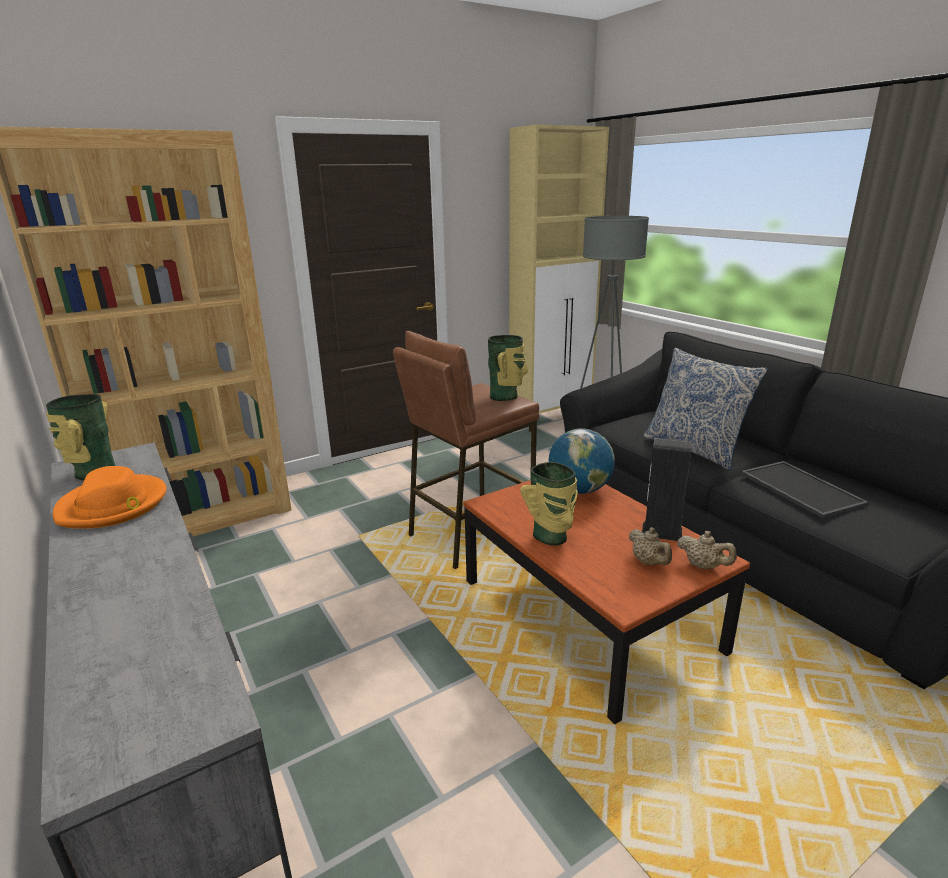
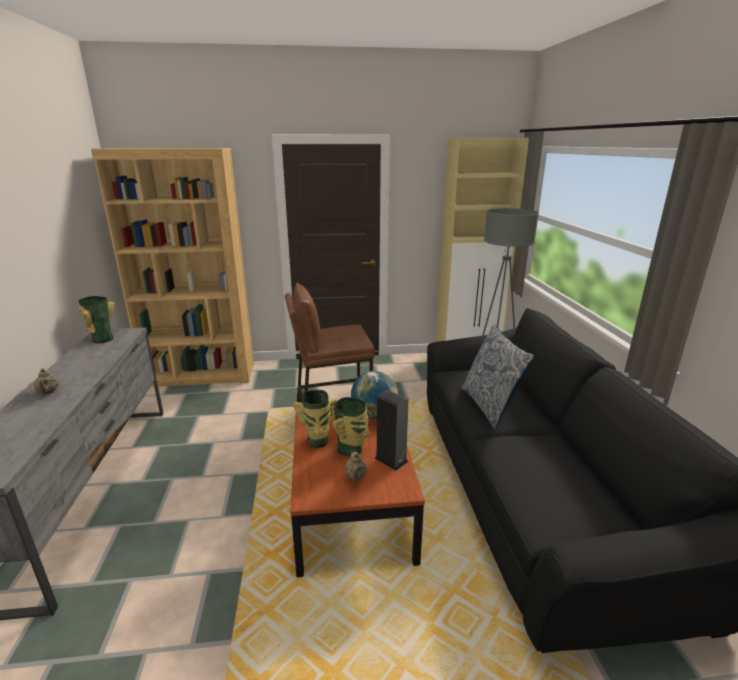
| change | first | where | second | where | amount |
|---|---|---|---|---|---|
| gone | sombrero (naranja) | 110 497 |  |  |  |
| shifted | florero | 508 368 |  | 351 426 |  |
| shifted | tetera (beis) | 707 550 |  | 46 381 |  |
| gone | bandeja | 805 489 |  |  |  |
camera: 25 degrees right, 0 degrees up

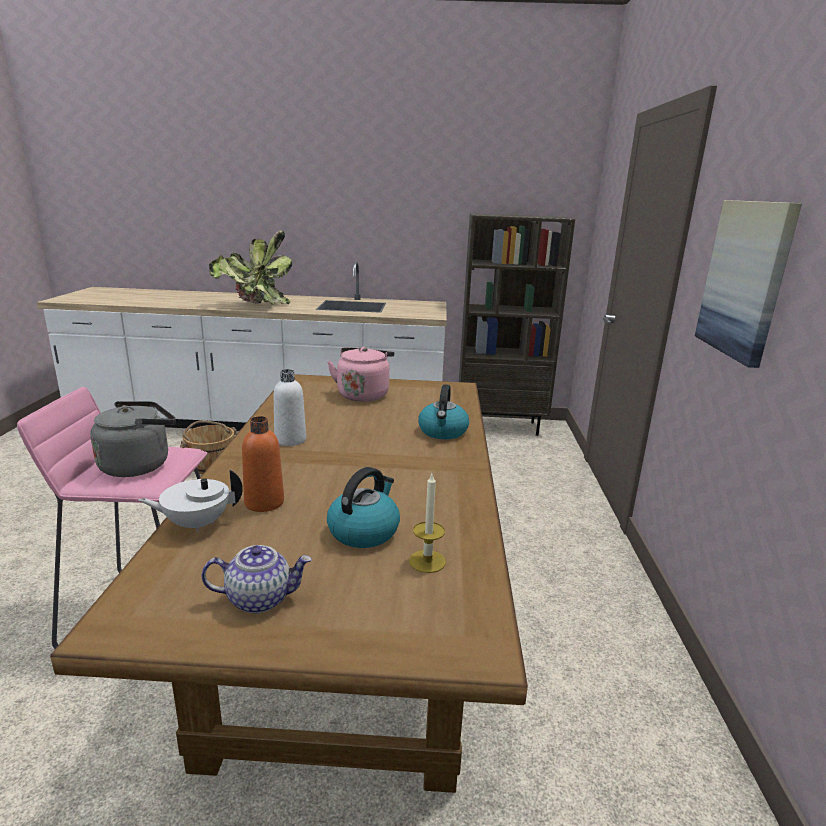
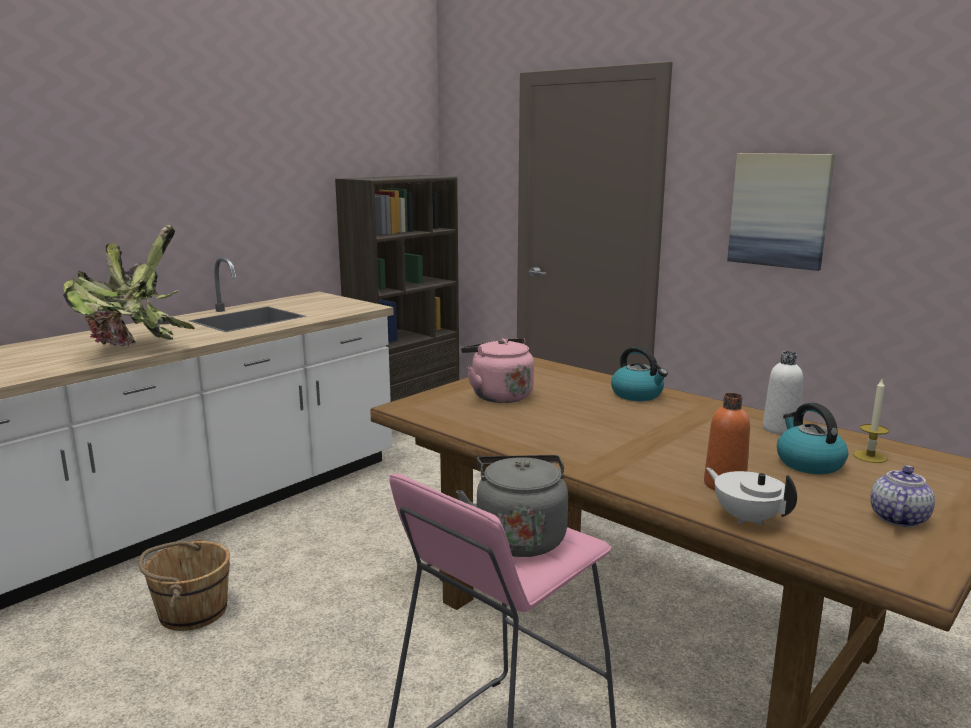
| change | first | where | second | where | amount |
|---|---|---|---|---|---|
| rotated | tetera (blanco) | 191 501 |  | 751 496 | 120 degrees clockwise |
| shifted | botella (blanco) | 290 407 |  | 783 393 |  |
camera: 50 degrees left, 5 degrees down

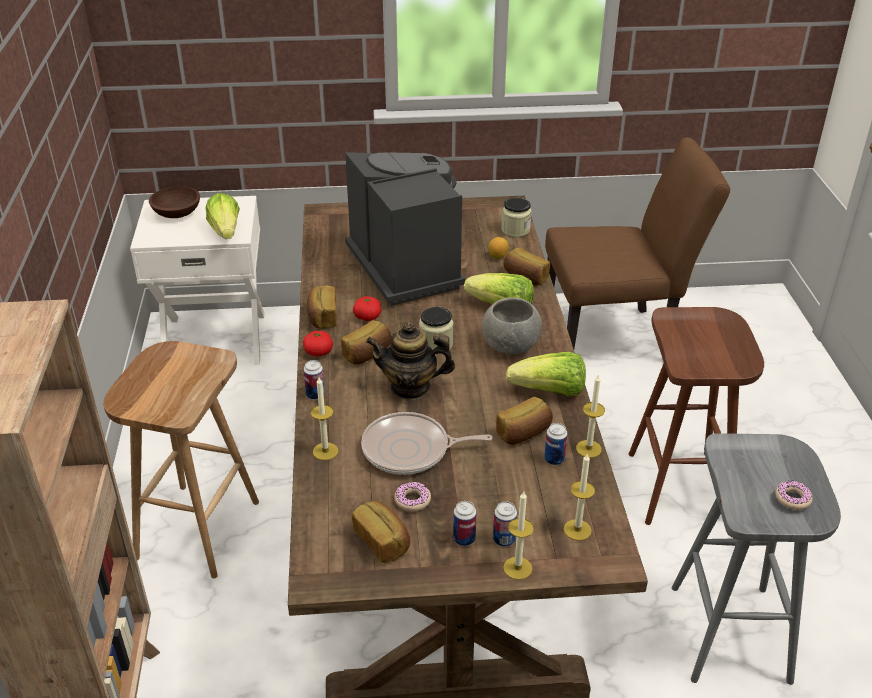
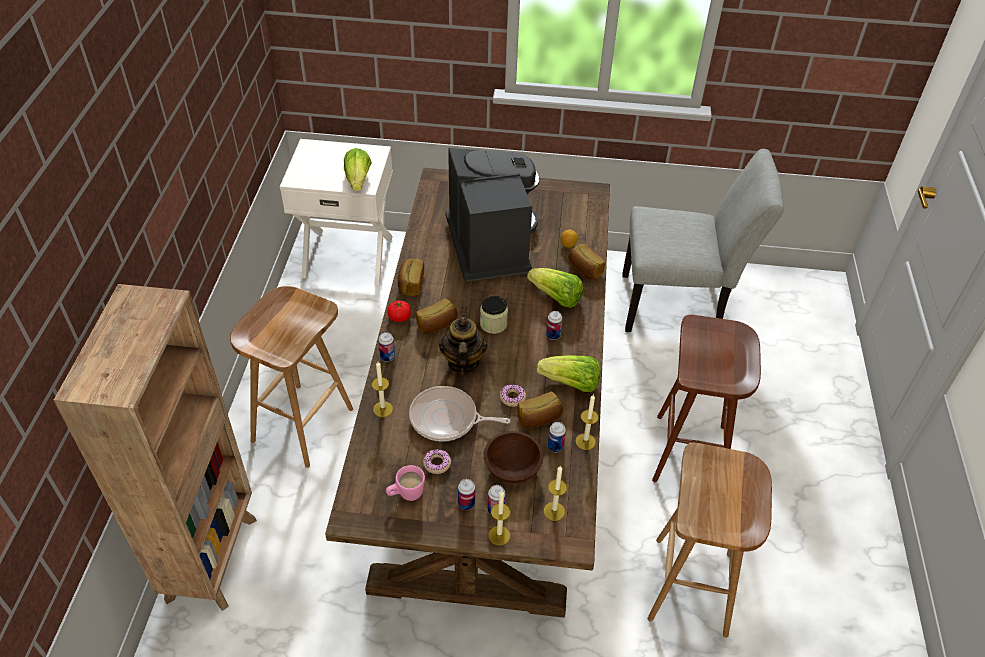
| change | first | where | second | where | amount |
|---|---|---|---|---|---|
| shifted | cuenco (marrón) | 174 202 |  | 513 457 |  |
| swapped | pan | 381 532 | taza grande (rosa) | 405 483 |  |
| gone | tomate | 367 308 |  |  |  |
| rotated | tetera | 410 361 |  | 463 341 | 75 degrees clockwise |
| swapped | cuenco (gris) | 512 326 | lata | 554 325 |  |
| gone | tarro | 516 217 |  |  |  |
| repainted | silla (marrón) | 637 243 | silla (gris) | 703 240 |  |
| repainted | taburete (gris) | 756 559 | taburete (marrón) | 709 540 |  |
| shifted | rosquilla | 794 495 |  | 513 395 |  |
camera: 10 degrees right, 10 degrees up

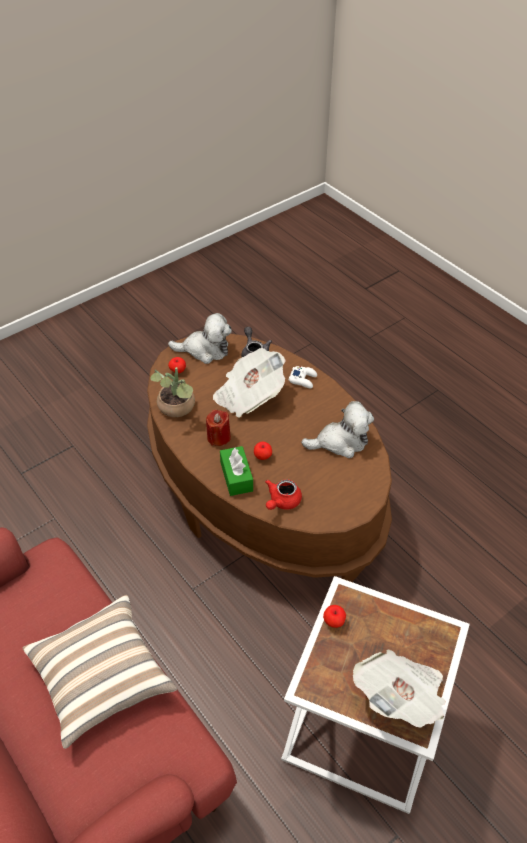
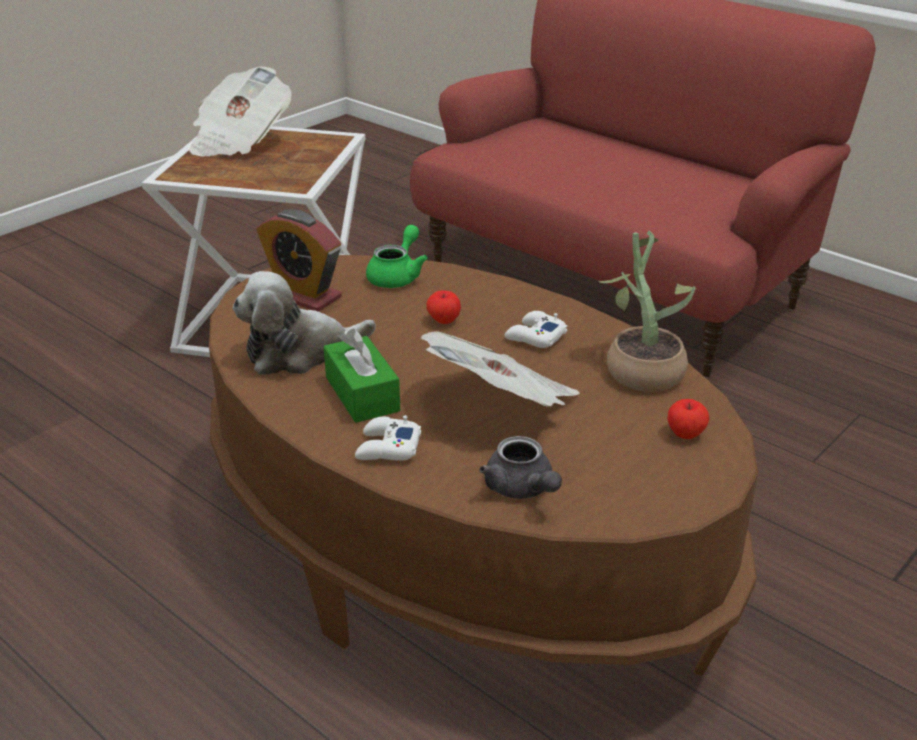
| change | first | where | second | where | amount |
|---|---|---|---|---|---|
| gone | cojín | 100 672 |  |  |  |
| gone | peluche | 200 338 |  |  |  |
| swapped | vela (rojo) | 218 428 | mando de consola (blanco) | 536 329 |  |
| shifted | caja de pañuelos (verde) | 236 471 |  | 362 376 |  |
| repainted | tetera (rojo) | 283 494 | tetera (verde) | 397 256 |  |
| gone | manzana | 334 616 |  |  |  |
| new |  |  | despertador | 299 260 |  |
camera: 170 degrees right, 15 degrees down

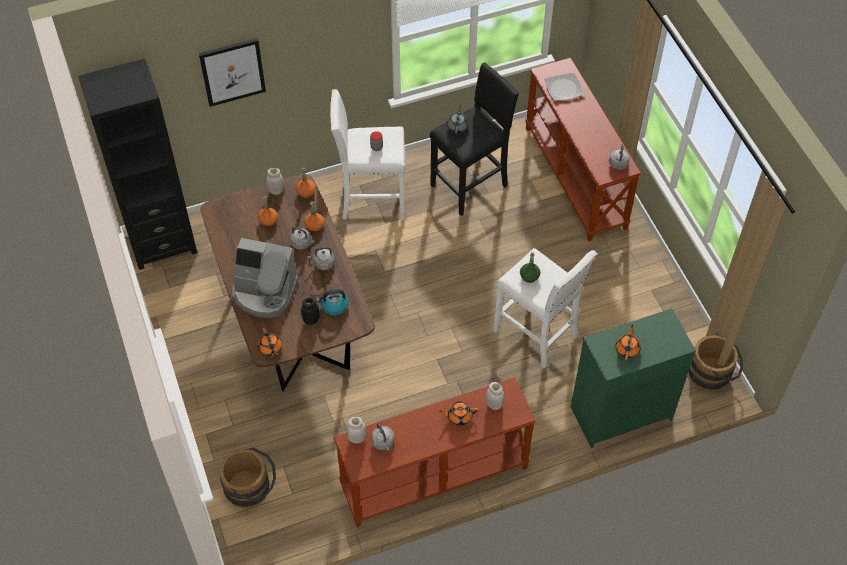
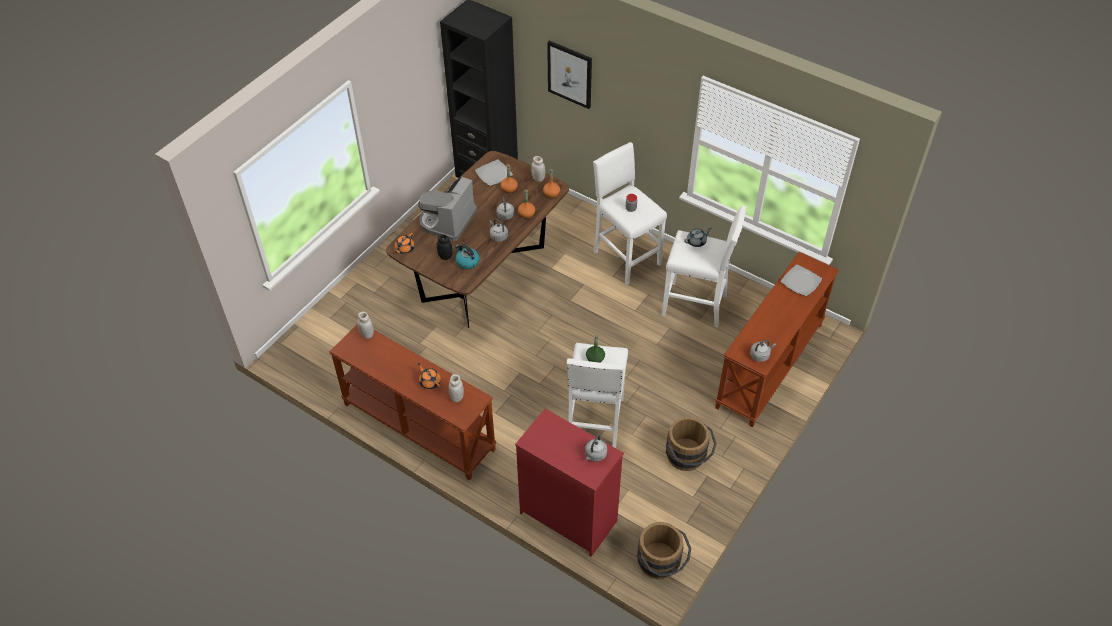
| change | first | where | second | where | amount |
|---|---|---|---|---|---|
| shifted | cubo (marrón) | 248 478 |  | 691 444 |  |
| rotated | cafetera | 265 278 |  | 447 208 | 45 degrees clockwise |
| shifted | hervidor (gris) | 382 437 |  | 596 448 |  |
| repainted | taburete (negro) | 474 139 | taburete (blanco) | 704 266 |  |
| repainted | cómoda (verde) | 633 378 | cómoda (rojo) | 569 483 |  |
| gone | tetera (naranja) | 628 342 |  |  |  |
| new |  |  | plato | 494 172 |  |
camera: 55 degrees right, 5 degrees down

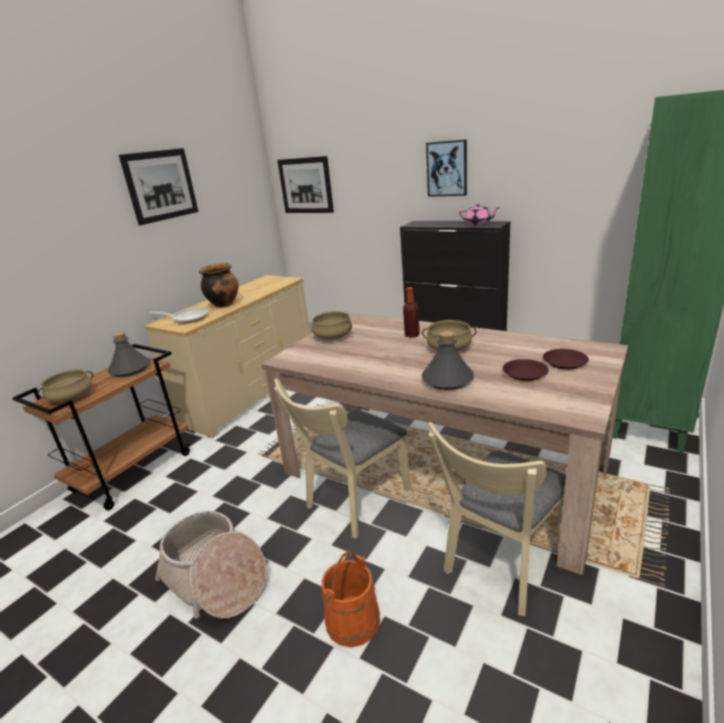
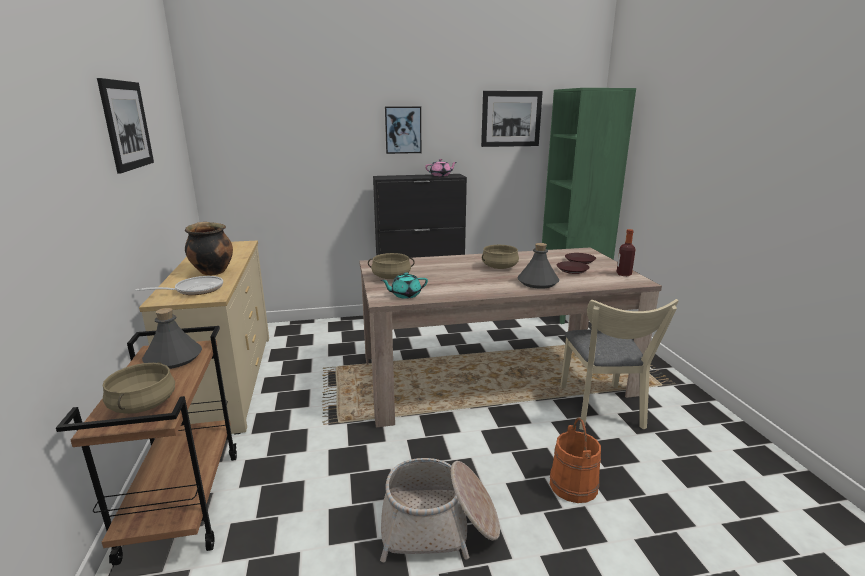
| change | first | where | second | where | amount |
|---|---|---|---|---|---|
| gone | silla (beis) | 342 458 |  |  |  |
| shifted | cuadro | 305 184 |  | 512 119 |  |
| shifted | botella | 411 312 |  | 625 252 |  |
| new |  |  | tetera (turquesa) | 404 286 |  |
camera: 45 degrees left, 5 degrees down

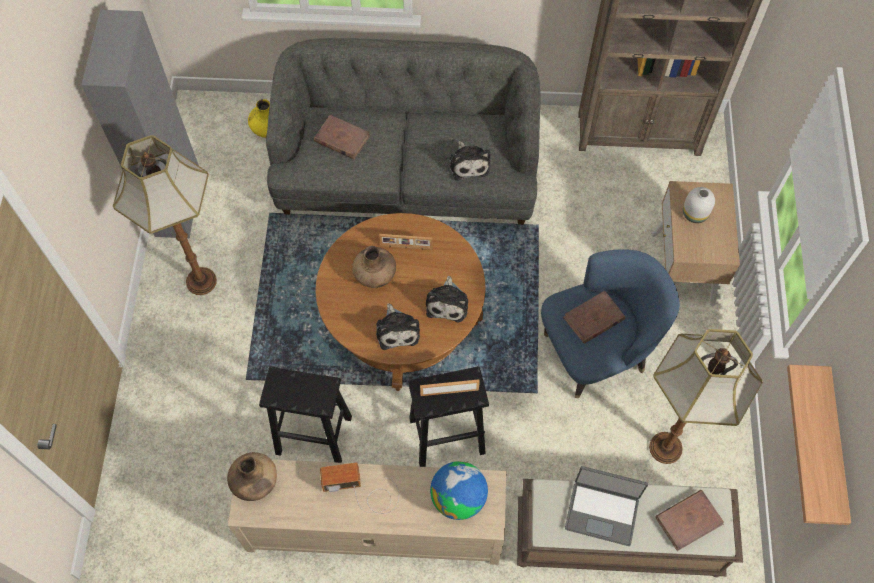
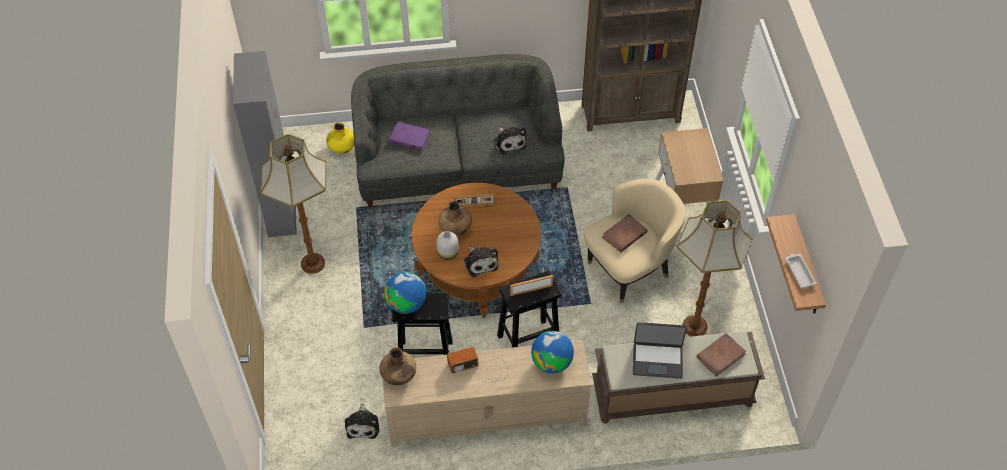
| change | first | where | second | where | amount |
|---|---|---|---|---|---|
| repainted | libro (marrón) | 342 137 | libro (morado) | 410 136 |  |
| shifted | peluche | 447 299 |  | 362 421 |  |
| repainted | sillón (azul) | 610 323 | sillón (beis) | 635 241 |  |
| shifted | florero (blanco) | 699 205 |  | 447 245 |  |
| new |  |  | globo terráqueo | 405 293 |  |
| new |  |  | bandeja (blanco) | 801 271 |  |
camera: 10 degrees left, 10 degrees down

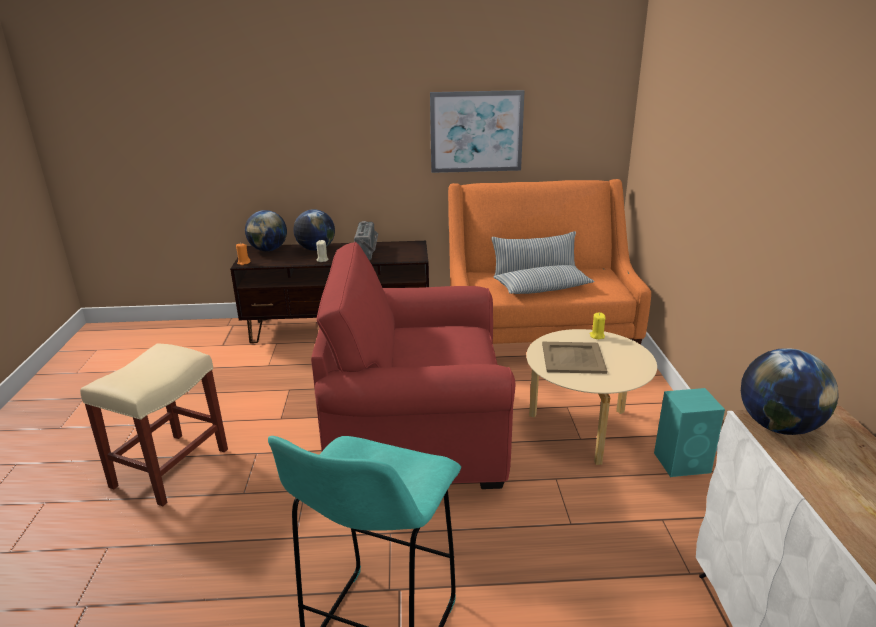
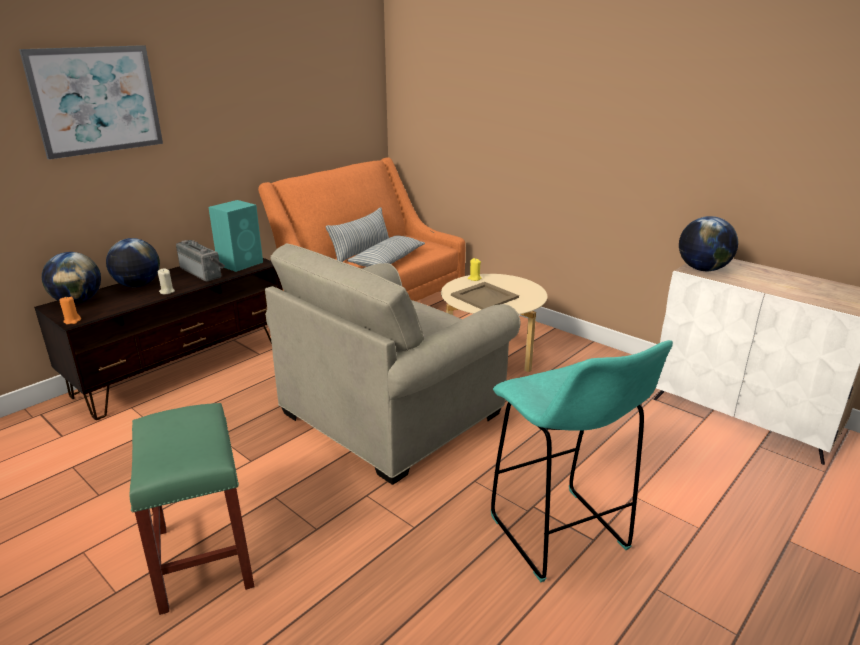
| change | first | where | second | where | amount |
|---|---|---|---|---|---|
| repainted | taburete (beis) | 154 424 | taburete (verde) | 192 509 |  |
| repainted | sillón (rojo) | 413 365 | sillón (beis) | 392 364 |  |
| shifted | cuadro | 477 131 |  | 91 102 |  |
| shifted | altavoz (turquesa) | 689 432 |  | 235 236 |  |
camera: 45 degrees left, 0 degrees up

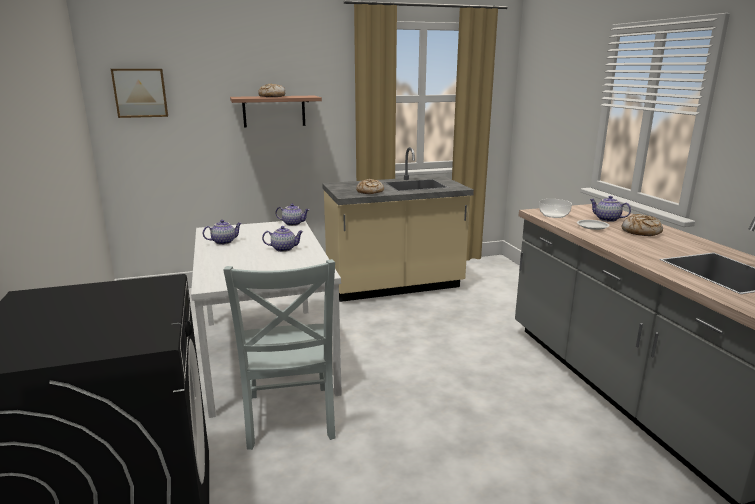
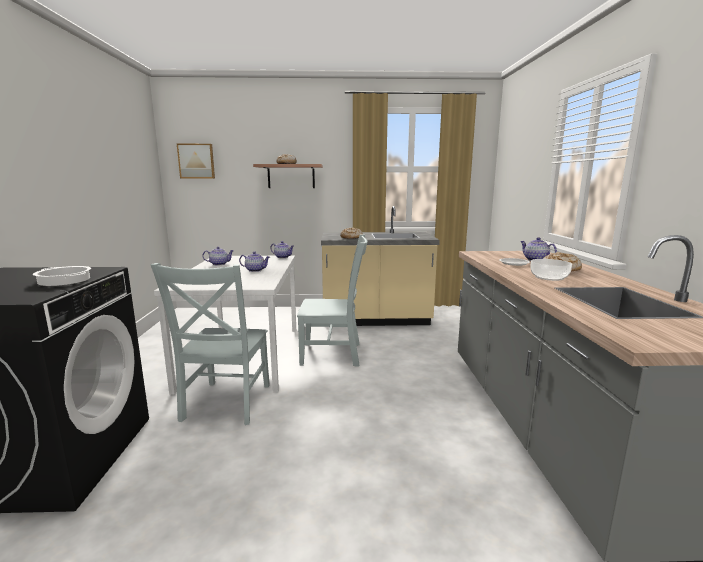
| change | first | where | second | where | amount |
|---|---|---|---|---|---|
| shifted | cuenco | 555 208 |  | 551 270 |  |
| new |  |  | olla | 62 276 |  |
| new |  |  | silla (gris) | 332 300 |  |
camera: 15 degrees right, 5 degrees down

